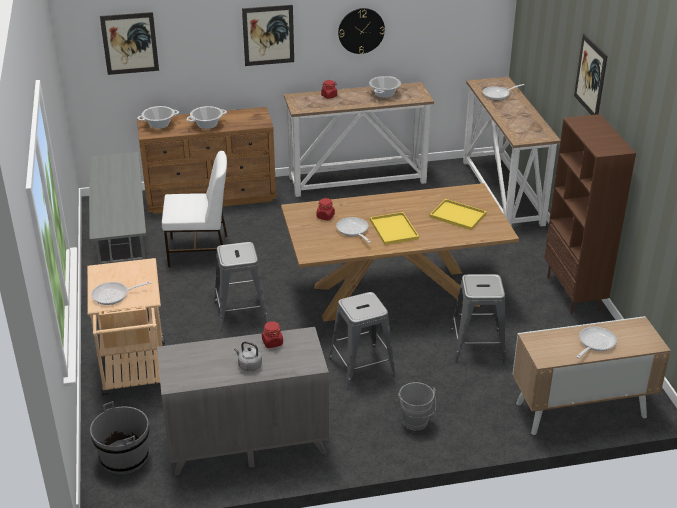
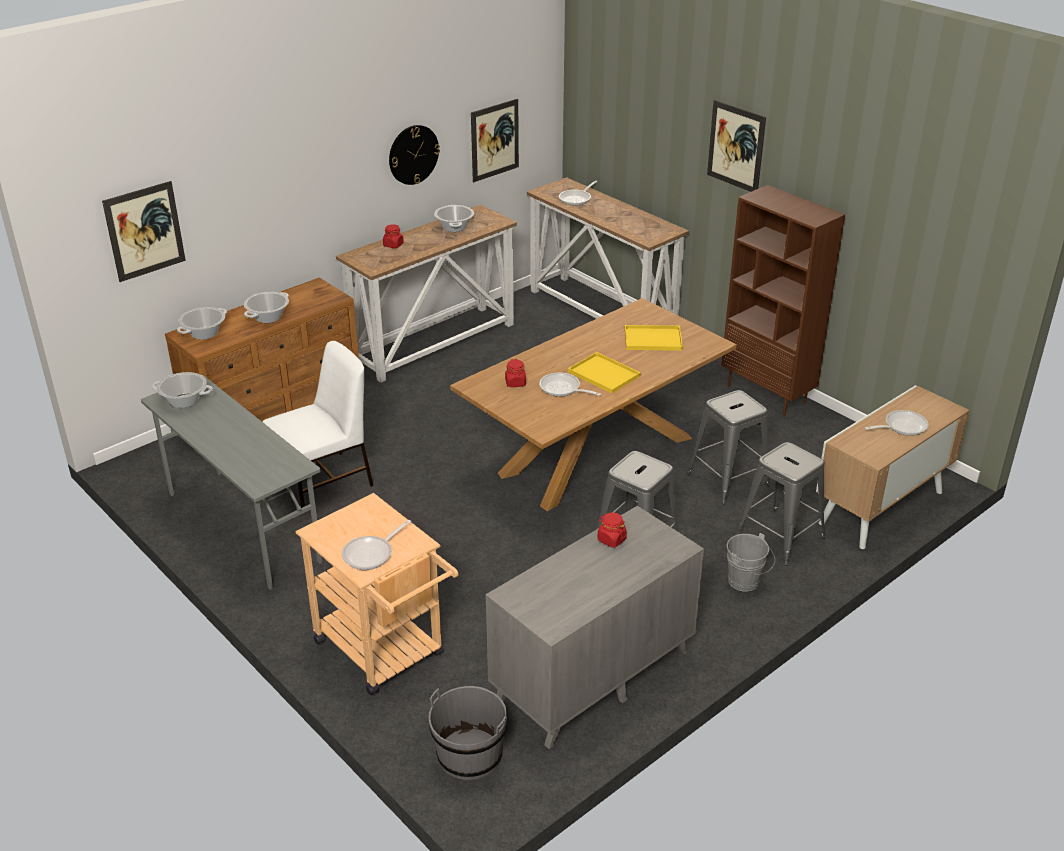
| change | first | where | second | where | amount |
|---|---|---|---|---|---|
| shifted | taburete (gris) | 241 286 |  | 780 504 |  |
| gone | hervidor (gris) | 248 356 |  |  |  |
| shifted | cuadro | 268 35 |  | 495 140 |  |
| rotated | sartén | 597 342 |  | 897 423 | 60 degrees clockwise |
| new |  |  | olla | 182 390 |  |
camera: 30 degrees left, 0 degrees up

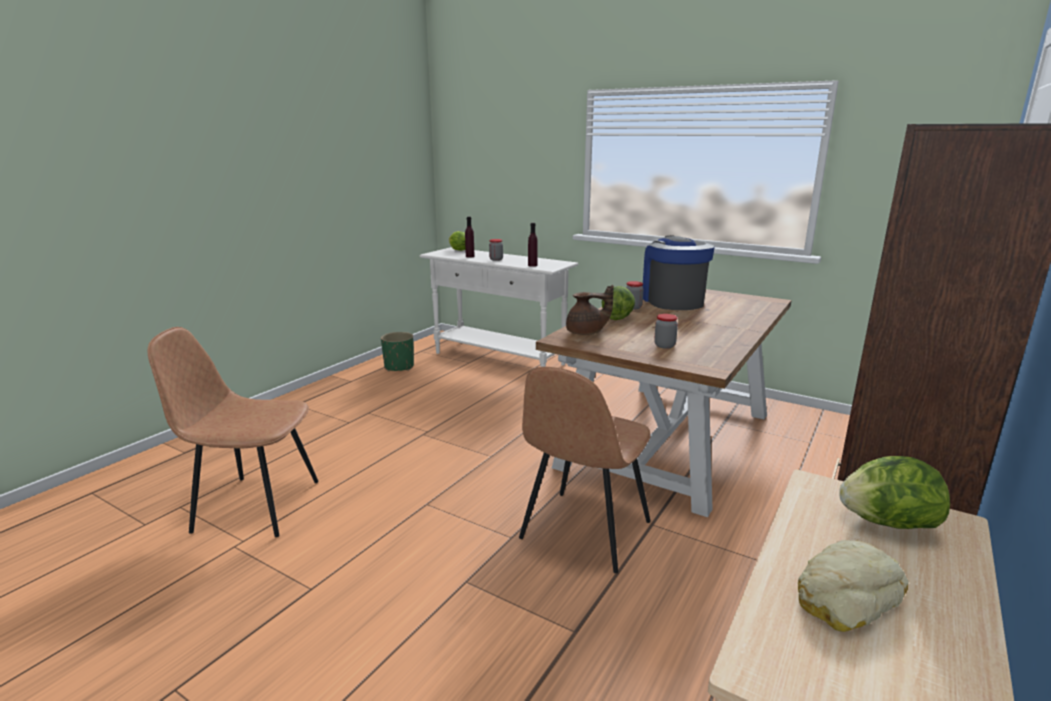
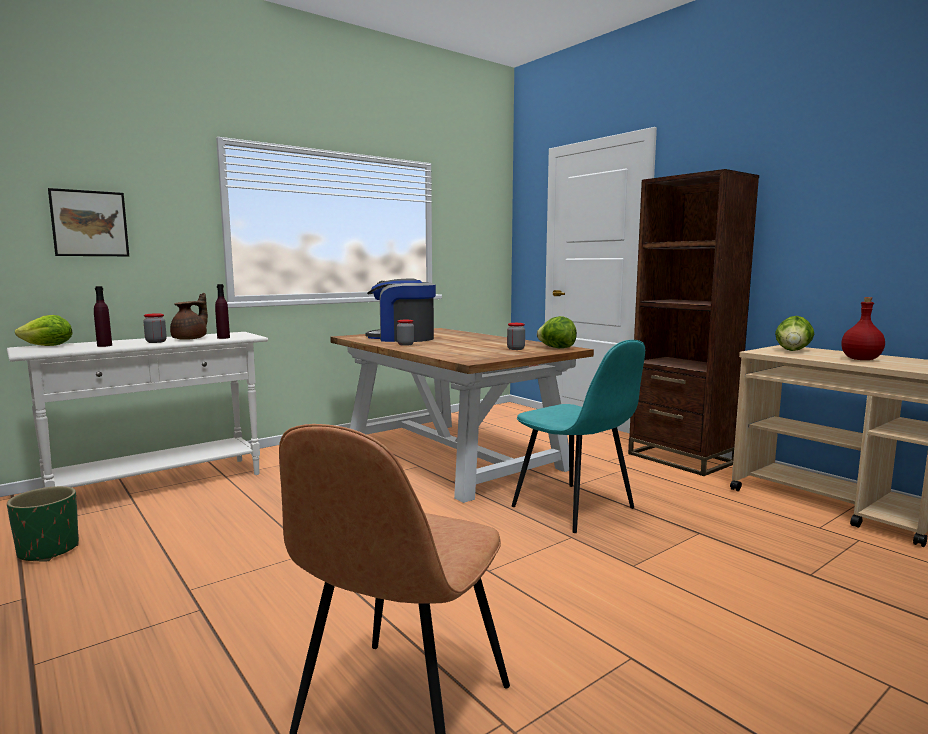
| change | first | where | second | where | amount |
|---|---|---|---|---|---|
| repainted | silla (marrón) | 585 470 | silla (turquesa) | 578 436 |  |
| shifted | tetera (marrón) | 590 310 |  | 189 316 |  |
| shifted | lechuga | 618 303 |  | 557 332 |  |
| swapped | pan | 853 586 | botella (rojo) | 863 328 |  |
| new |  |  | cuadro | 88 222 |  |
camera: 70 degrees left, 10 degrees down

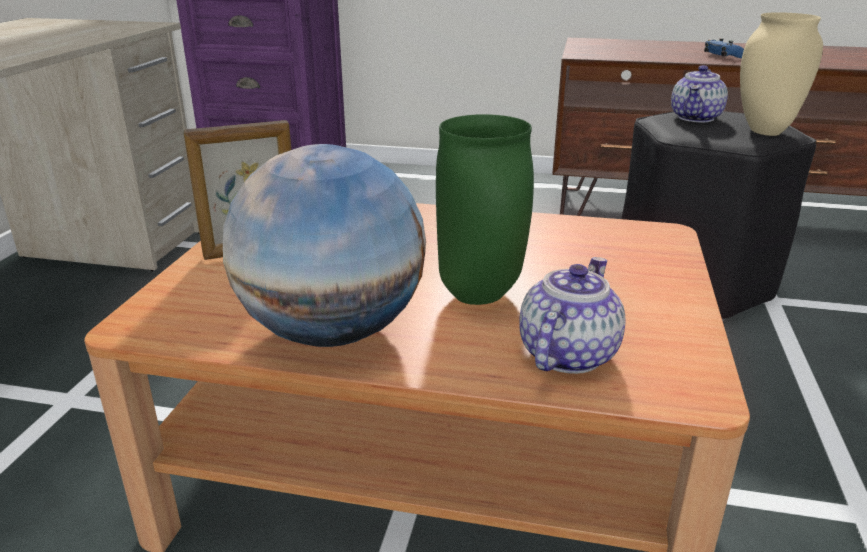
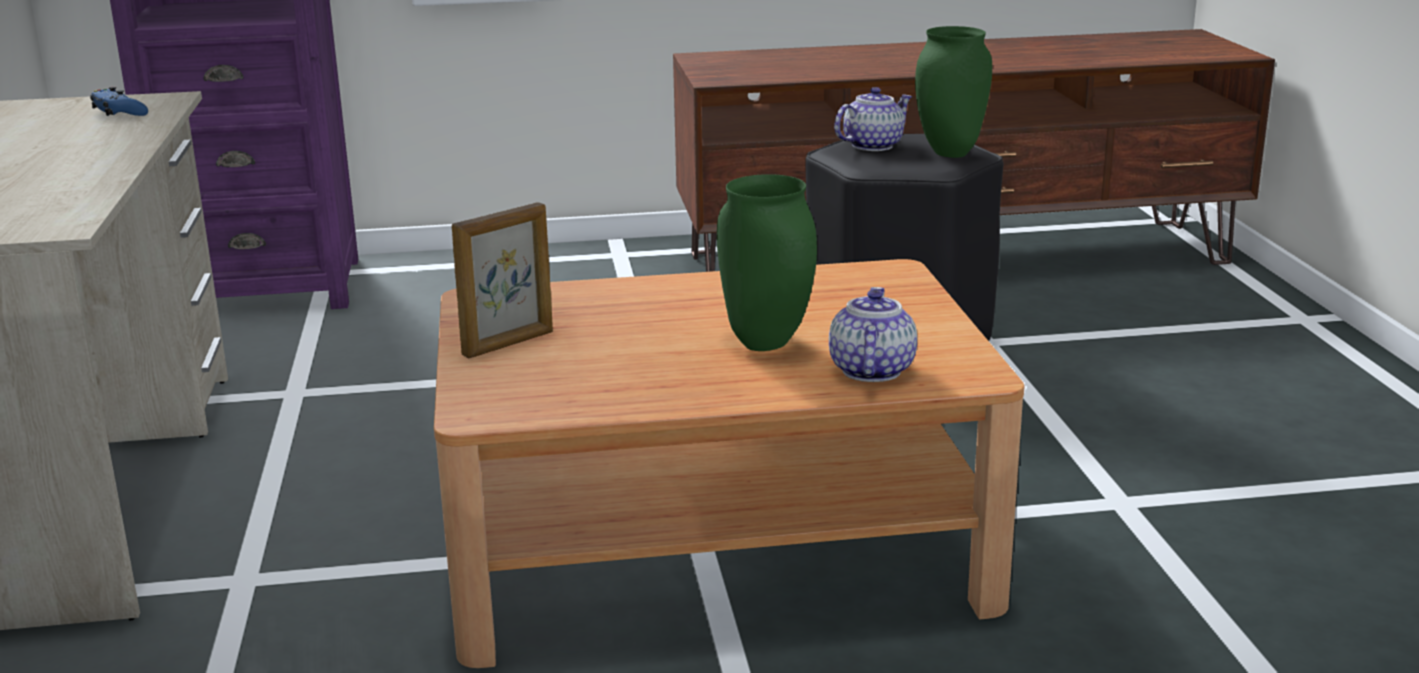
| change | first | where | second | where | amount |
|---|---|---|---|---|---|
| gone | globo terráqueo | 324 245 |  |  |  |
| rotated | tetera | 699 93 |  | 873 119 | 135 degrees counterclockwise |
| shifted | mando de consola (azul) | 724 48 |  | 119 101 |  |
| repainted | florero (beis) | 781 74 | florero (verde) | 953 92 |  |
camera: 20 degrees left, 5 degrees down

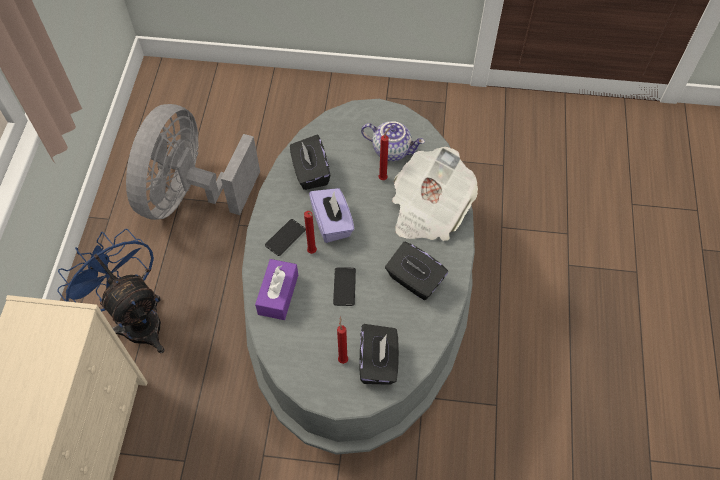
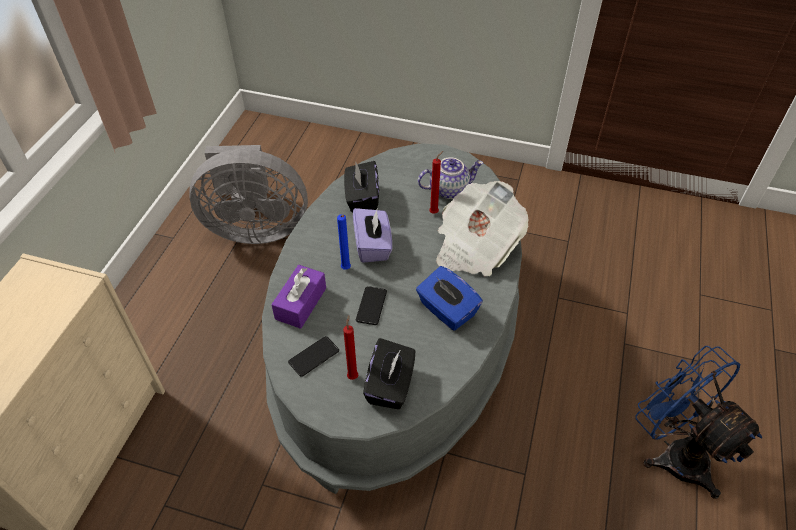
| change | first | where | second | where | amount |
|---|---|---|---|---|---|
| shifted | ventilador (azul) | 111 291 |  | 698 422 |  |
| rotated | ventilador (gris) | 193 162 |  | 248 194 | 120 degrees counterclockwise |
| shifted | móvil | 285 237 |  | 313 356 |  |
| repainted | vela (rojo) | 310 232 | vela (azul) | 344 242 |  |
| rotated | tetera | 393 141 |  | 450 178 | 45 degrees counterclockwise |
| repainted | caja de pañuelos (negro) | 416 271 | caja de pañuelos (azul) | 449 298 |  |
camera: 10 degrees right, 10 degrees down

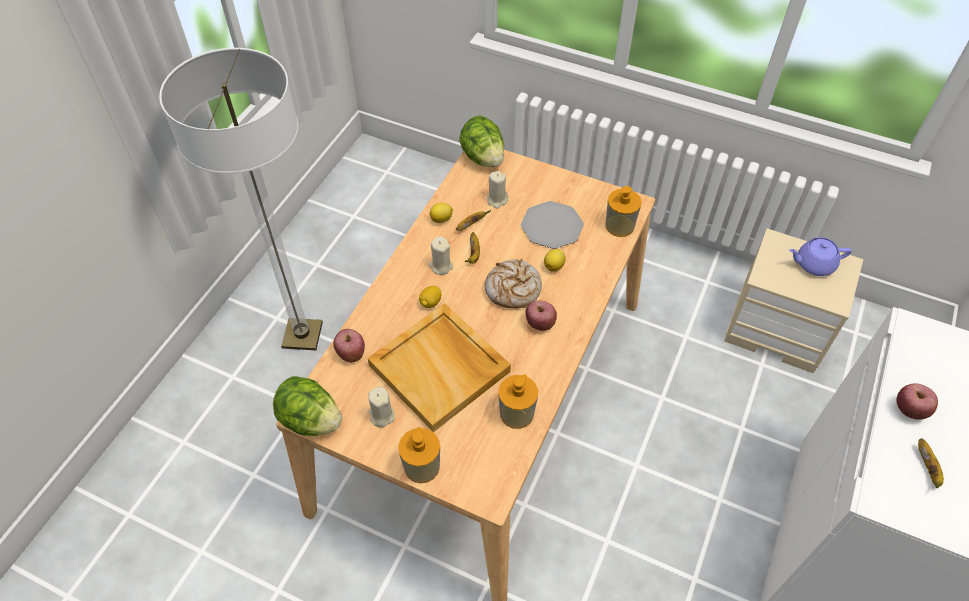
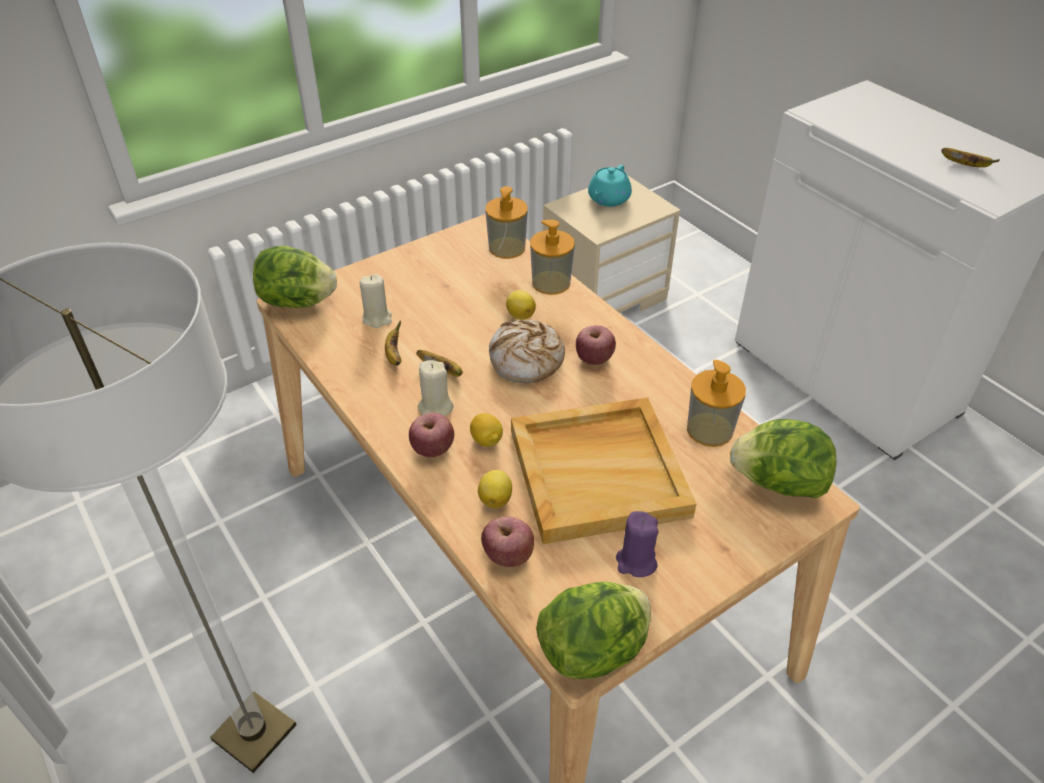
| change | first | where | second | where | amount |
|---|---|---|---|---|---|
| repainted | vela (beis) | 381 407 | vela (morado) | 637 544 |  |
| shifted | dispensador de jabón | 419 455 |  | 552 257 |  |
| shifted | limón | 441 213 |  | 495 489 |  |
| gone | plato | 552 225 |  |  |  |
| repainted | tetera (morado) | 820 256 | tetera (turquesa) | 610 186 |  |
| shifted | manzana | 917 401 |  | 431 435 |  |
| new |  |  | lechuga | 783 458 |  |
camera: 60 degrees left, 10 degrees down

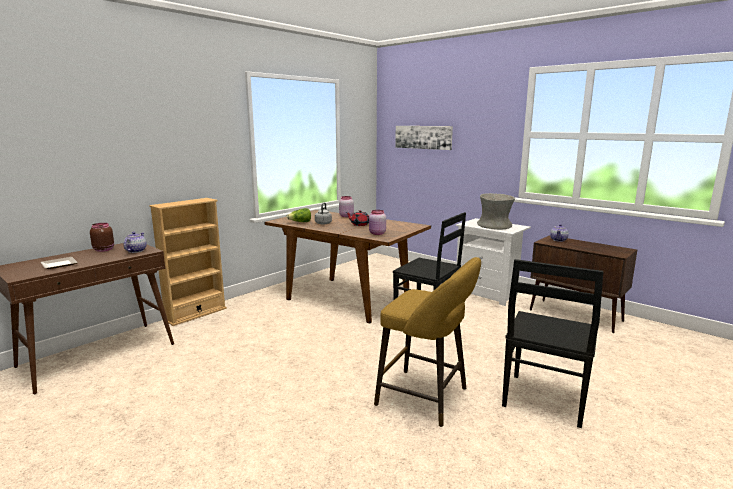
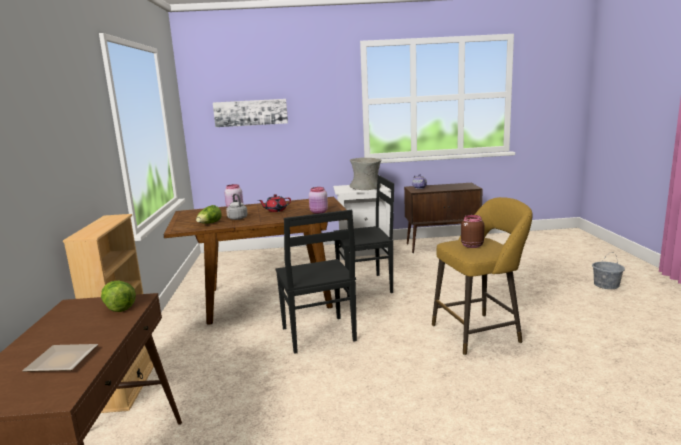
| change | first | where | second | where | amount |
|---|---|---|---|---|---|
| shifted | tarro (marrón) | 102 237 |  | 472 231 |  |
| swapped | tetera | 135 242 | lechuga | 118 296 |  |
| shifted | silla (negro) | 553 343 |  | 316 282 |  |
| new |  |  | cubo (gris) | 608 270 |  |
camera: 45 degrees left, 0 degrees up

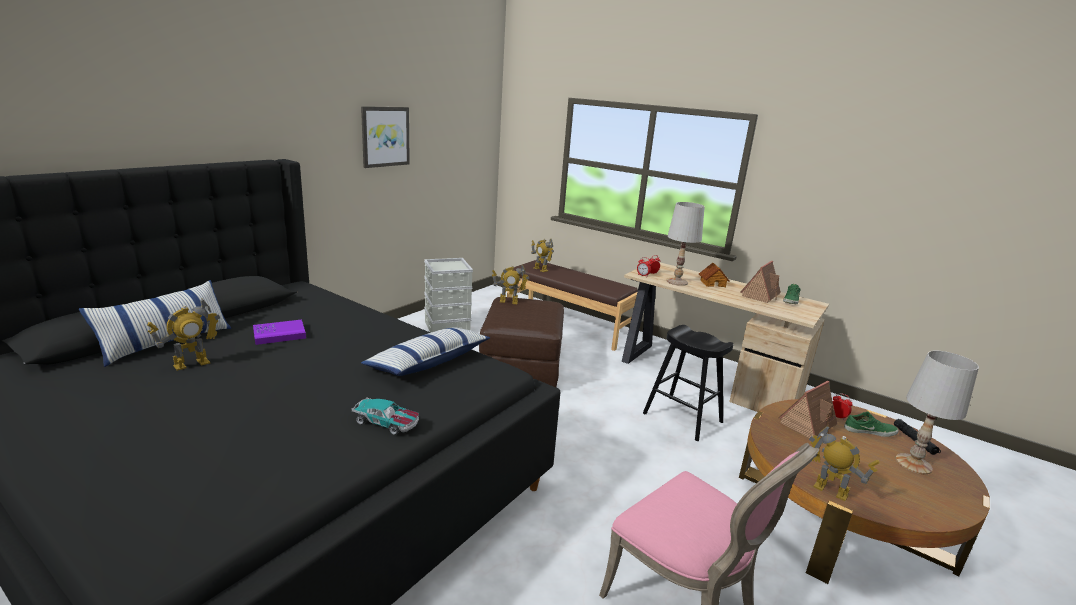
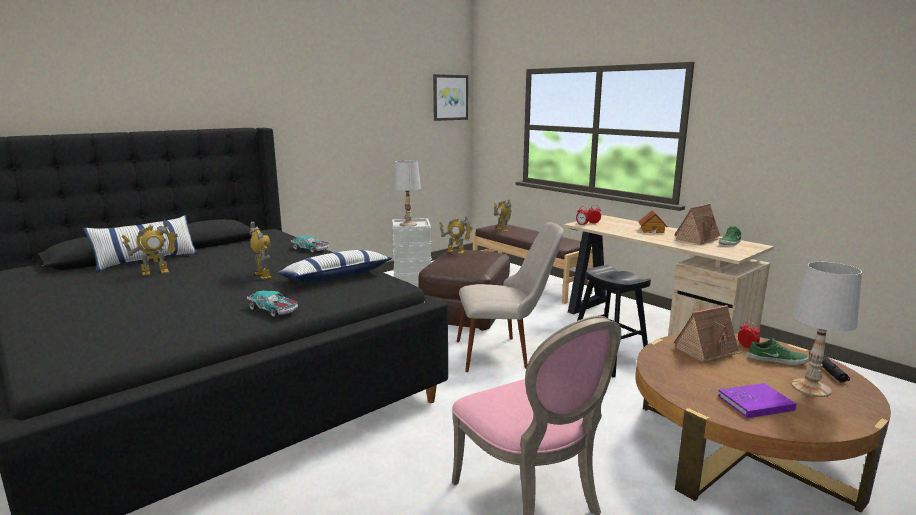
| change | first | where | second | where | amount |
|---|---|---|---|---|---|
| shifted | libro (morado) | 279 332 |  | 757 400 |  |
| shifted | cuadro | 385 137 |  | 450 97 |  |
| shifted | lámpara de mesa (blanco) | 685 244 |  | 407 193 |  |
| shifted | robot de juguete | 844 463 |  | 260 250 |  |
| new |  |  | coche de juguete | 310 244 |  |
| new |  |  | silla (beis) | 510 297 |  |
camera: 15 degrees right, 5 degrees down

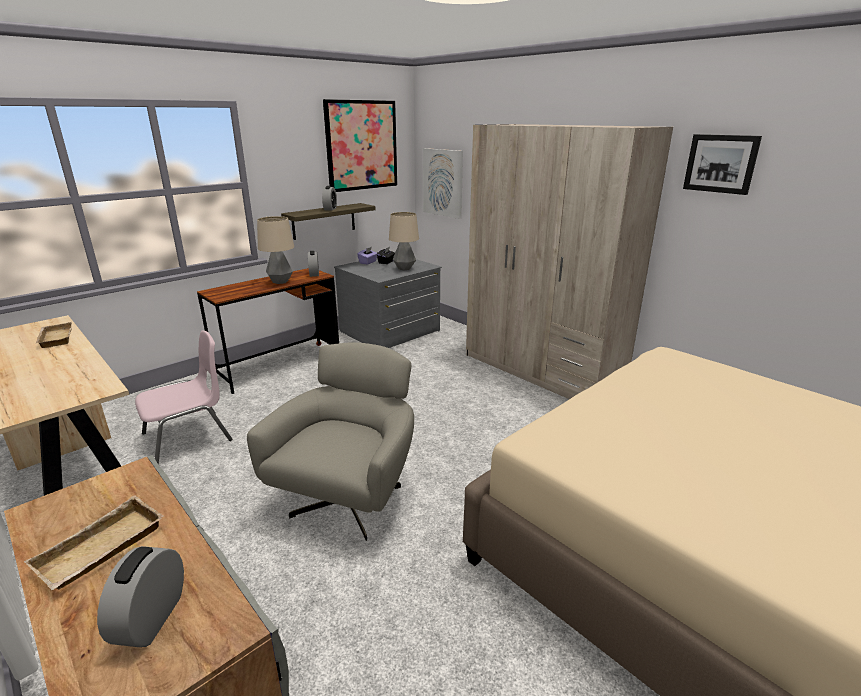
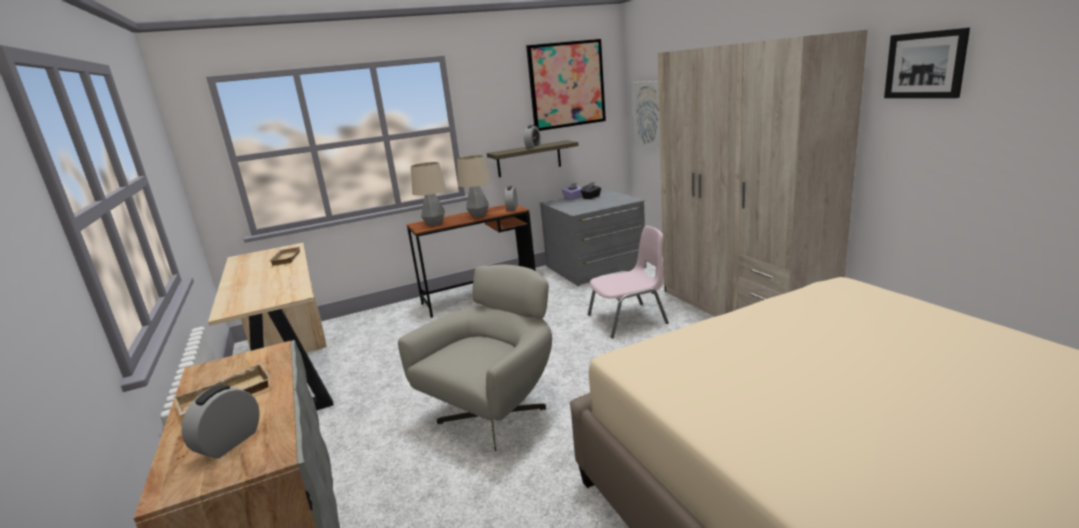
| change | first | where | second | where | amount |
|---|---|---|---|---|---|
| shifted | silla (rosa) | 183 397 |  | 628 282 |  |
| shifted | lámpara de mesa | 404 241 |  | 428 194 |  |
camera: 20 degrees right, 5 degrees down

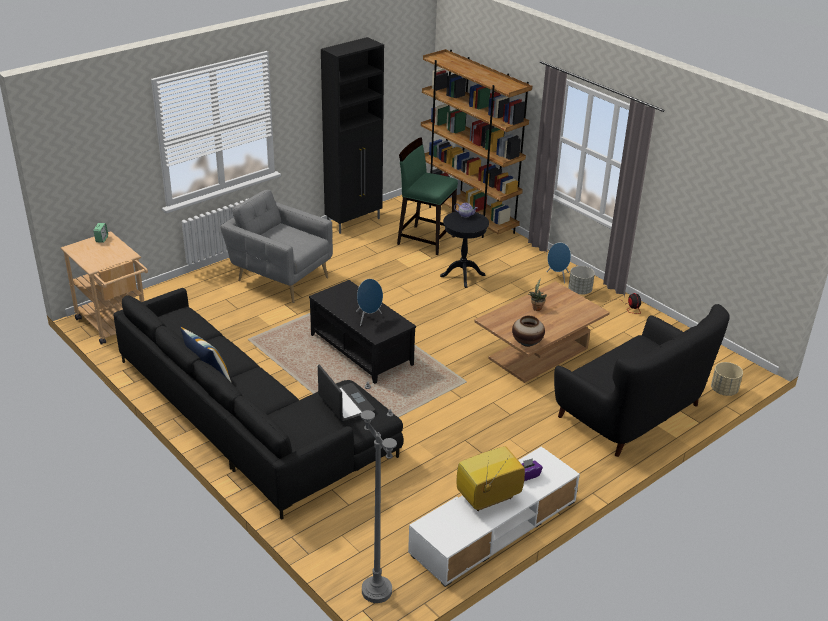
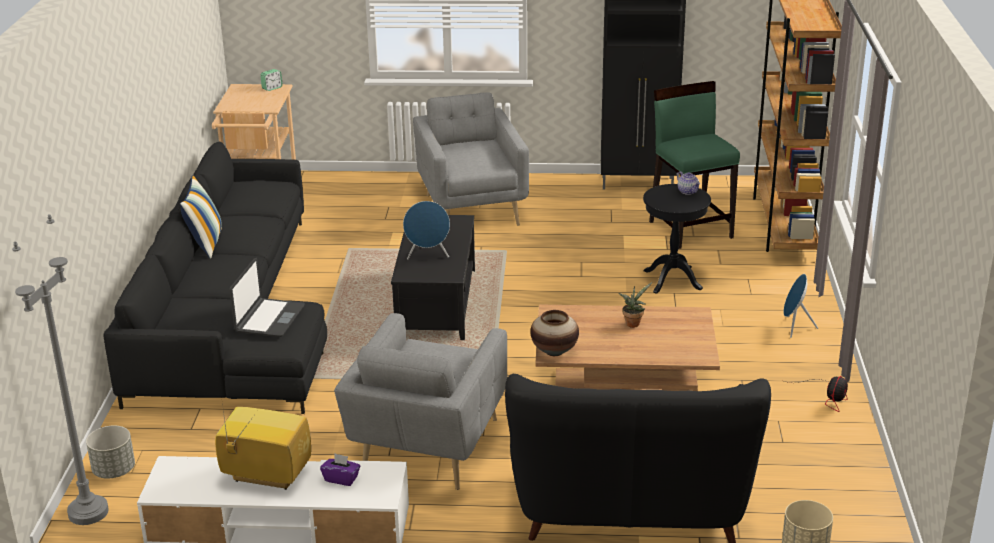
| change | first | where | second | where | amount |
|---|---|---|---|---|---|
| shifted | maceta (gris) | 581 280 |  | 110 452 |  |
| new |  |  | sillón (gris) | 420 401 |  |
camera: 45 degrees right, 5 degrees down

